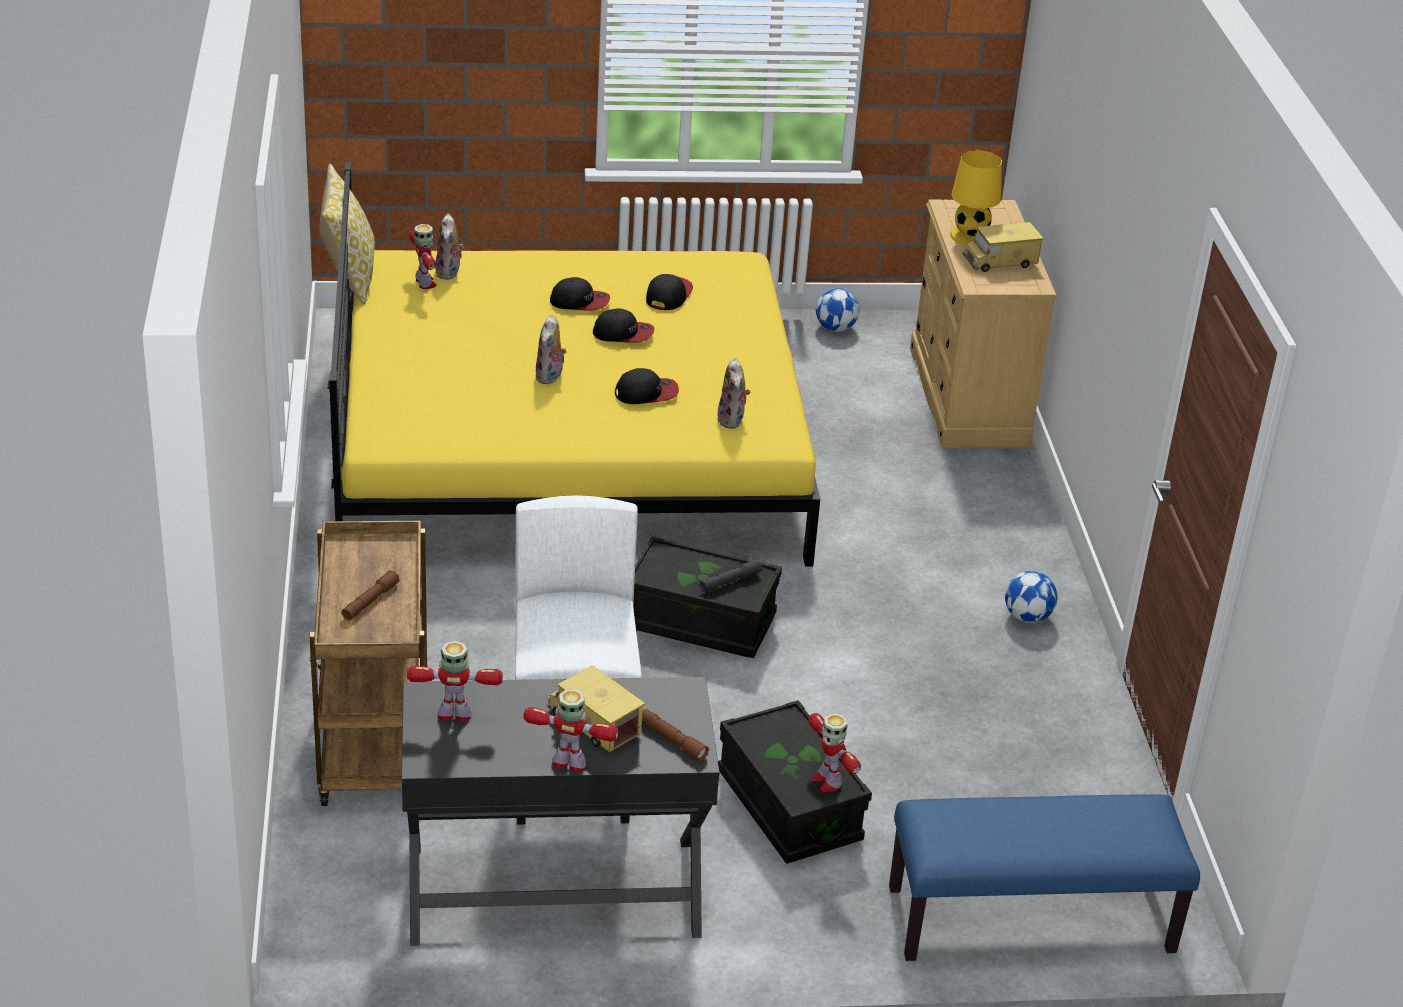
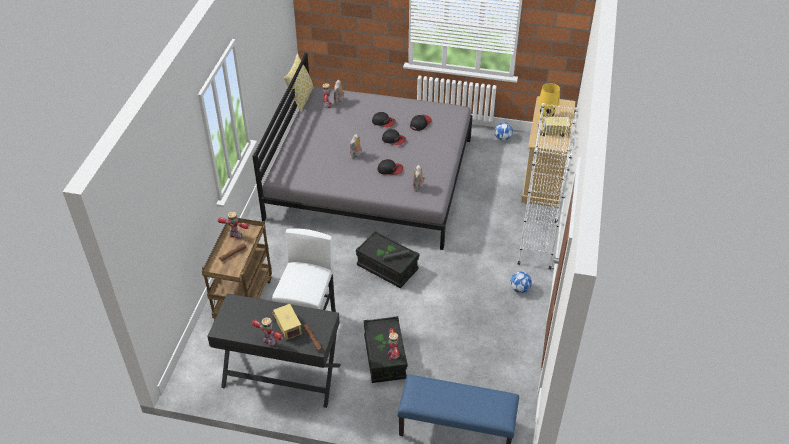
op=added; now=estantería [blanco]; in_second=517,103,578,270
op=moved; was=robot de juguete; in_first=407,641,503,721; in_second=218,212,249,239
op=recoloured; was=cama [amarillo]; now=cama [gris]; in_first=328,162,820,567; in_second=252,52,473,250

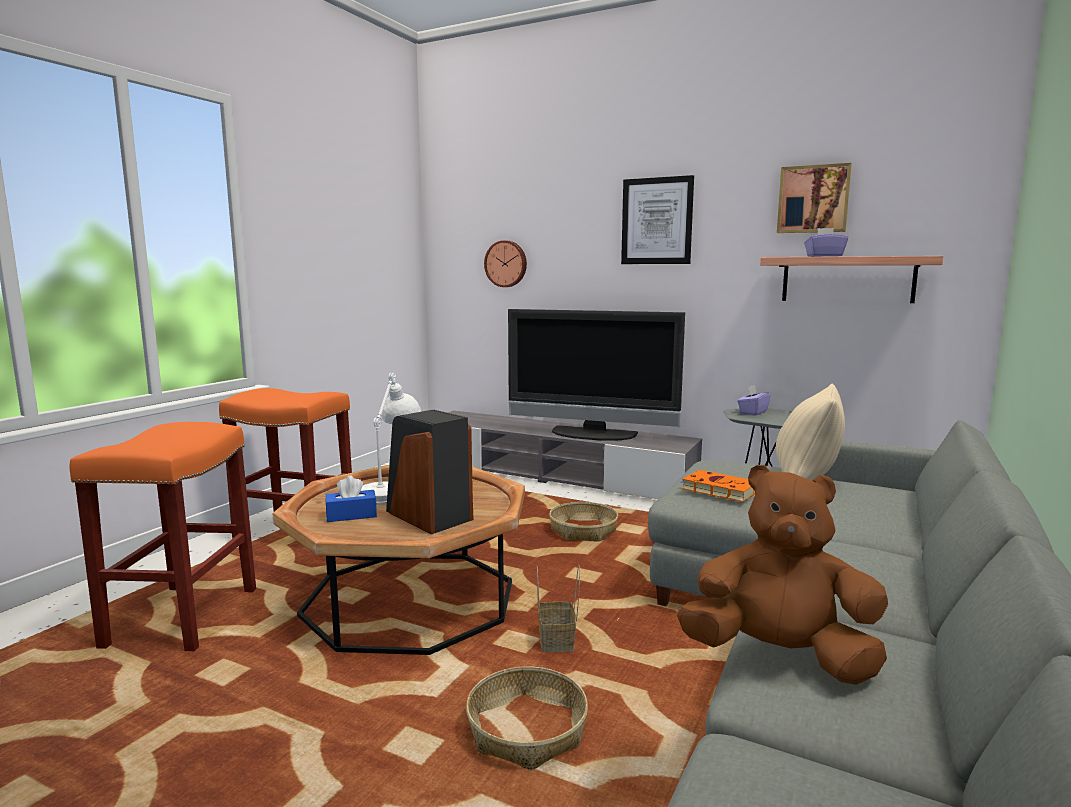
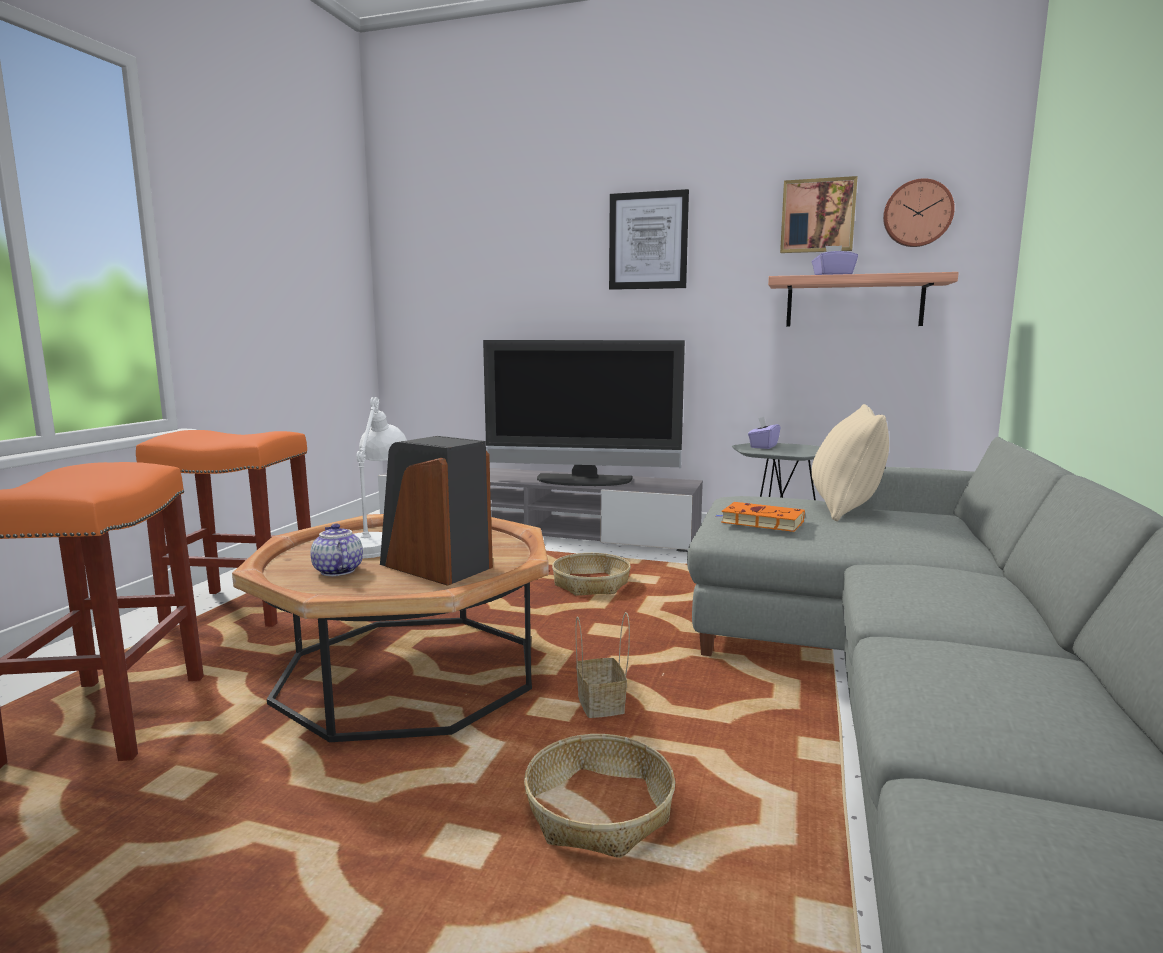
op=removed; was=peluche [marrón]; in_first=677,465,888,685
op=moved; was=reloj de pared; in_first=484,240,527,287; in_second=883,178,955,247
op=replaced; was=caja de pañuelos [azul]; now=tetera; in_first=325,476,377,522; in_second=310,523,363,576

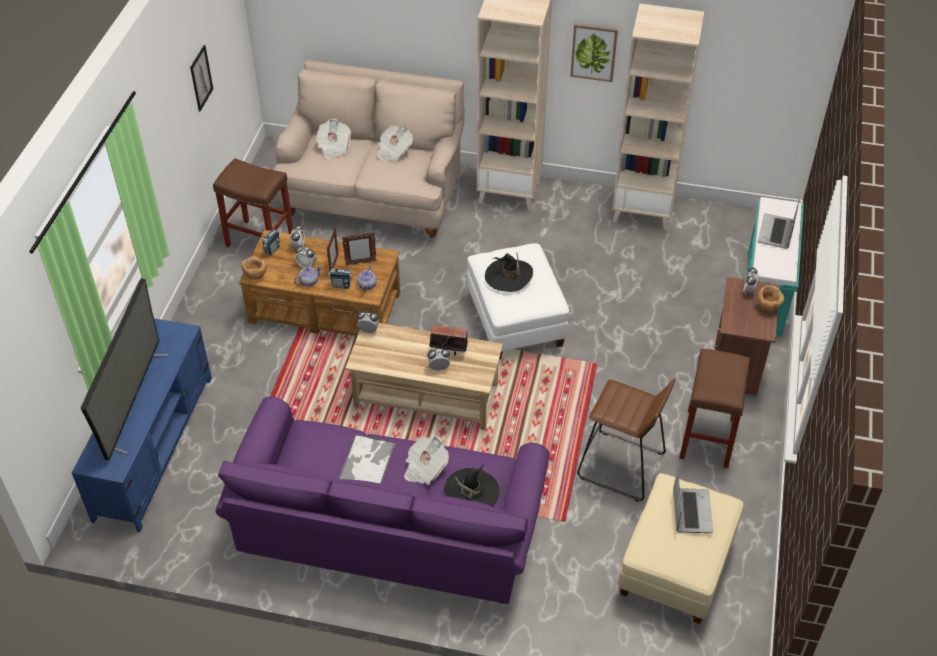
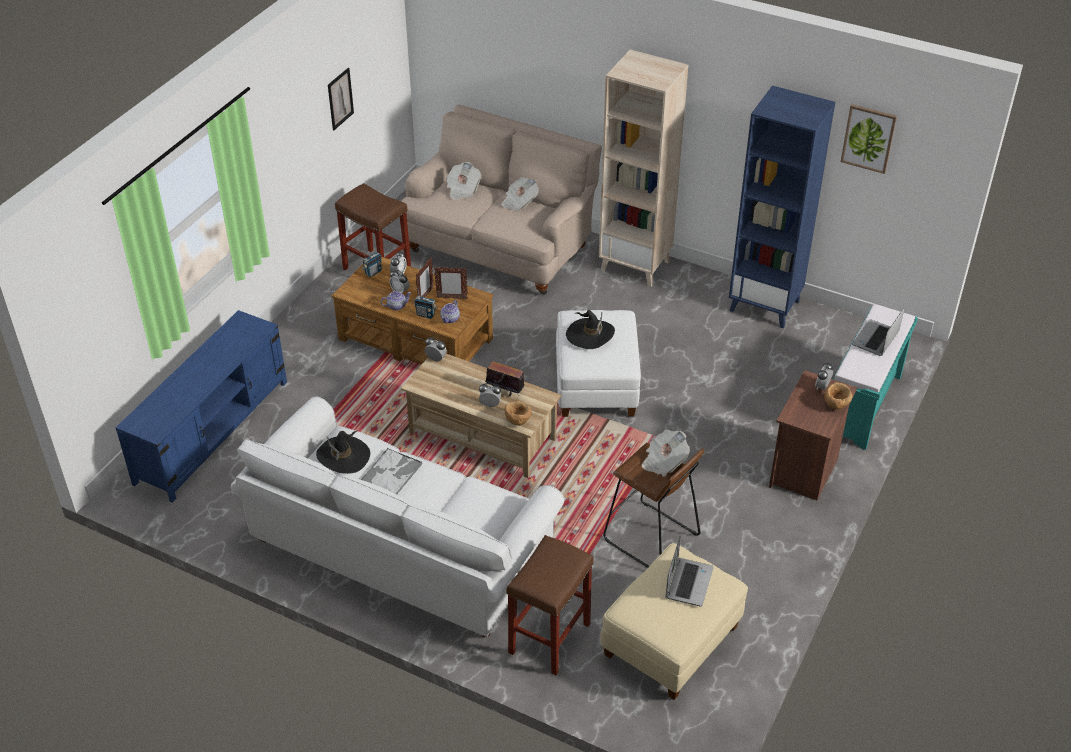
op=removed; was=televisor; in_first=81,279,169,460
op=moved; was=cuenco [marrón]; in_first=241,257,267,279; in_second=505,401,532,426
op=moved; was=periódico; in_first=404,436,449,485; in_second=641,430,690,477
op=moved; was=sombrero [negro]; in_first=444,464,500,507; in_second=316,431,370,474
op=moved; was=cuadro; in_first=570,23,618,82; in_second=841,104,897,174
op=moved; was=taburete [marrón]; in_first=679,349,750,468; in_second=506,535,594,675
op=recoloured; was=sofá [morado]; now=sofá [blanco]; in_first=215,396,550,604; in_second=231,396,565,637
op=recoloured; was=estantería [beis]; now=estantería [azul]; in_first=612,4,704,230; in_second=729,86,835,328

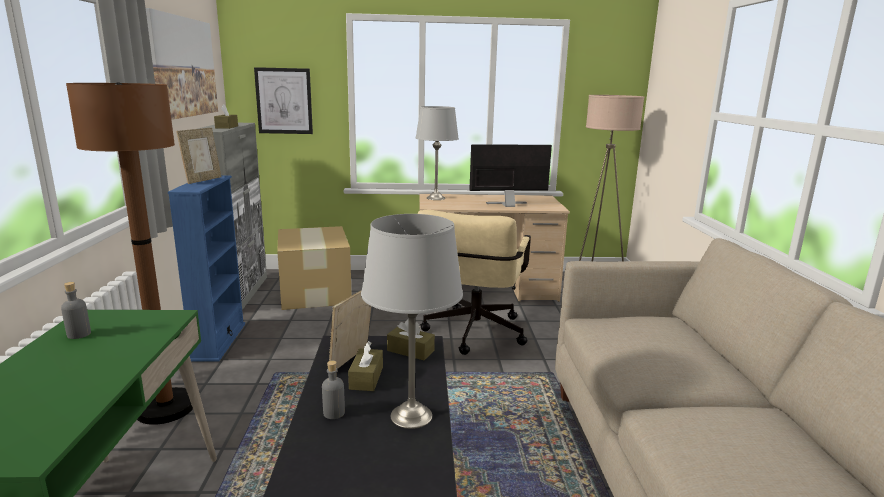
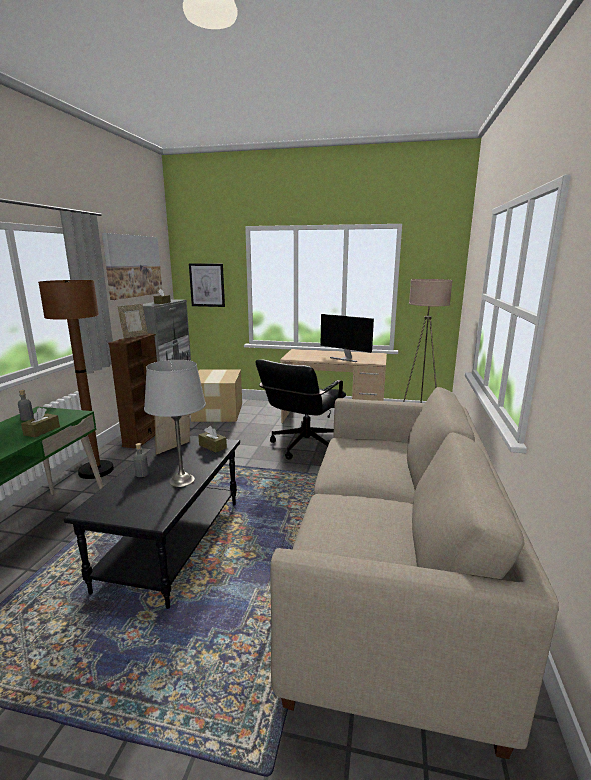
op=removed; was=lámpara de mesa [gris]; in_first=416,106,459,200
op=moved; was=caja de pañuelos [marrón]; in_first=348,341,383,391; in_second=21,407,60,437
op=recoloured; was=estantería [azul]; now=estantería [marrón]; in_first=168,175,245,362; in_second=108,334,157,448
op=recoloured; was=silla de oficina [beis]; now=silla de oficina [negro]; in_first=418,210,531,355; in_second=255,359,346,460
op=turned; was=monitor; in_first=469,144,552,207; in_second=321,314,374,362; clockwise=-150

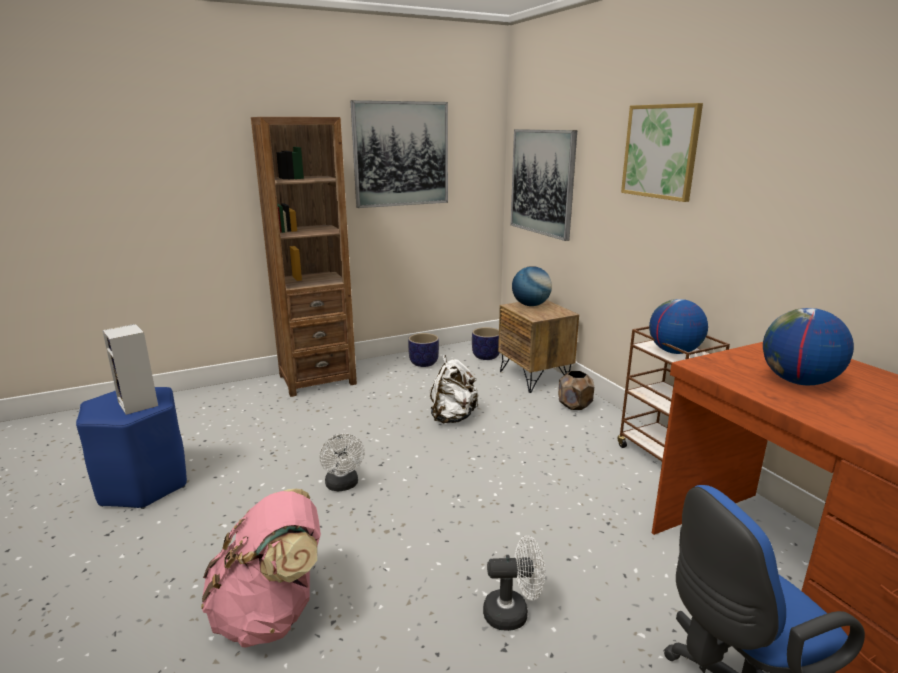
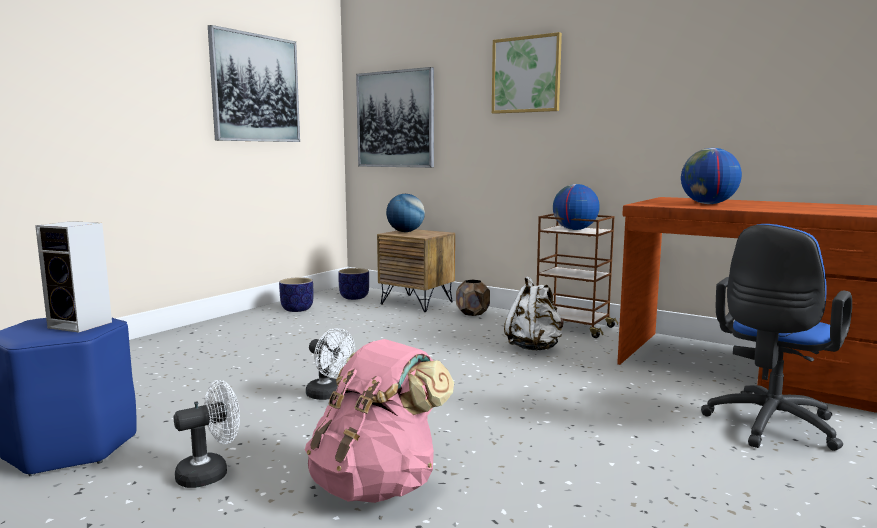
op=removed; was=estantería [marrón]; in_first=251,117,357,397
op=moved; was=mochila [blanco]; in_first=430,355,478,423; in_second=504,276,564,350
op=moved; was=ventilador [blanco]; in_first=483,536,545,631; in_second=174,380,240,488

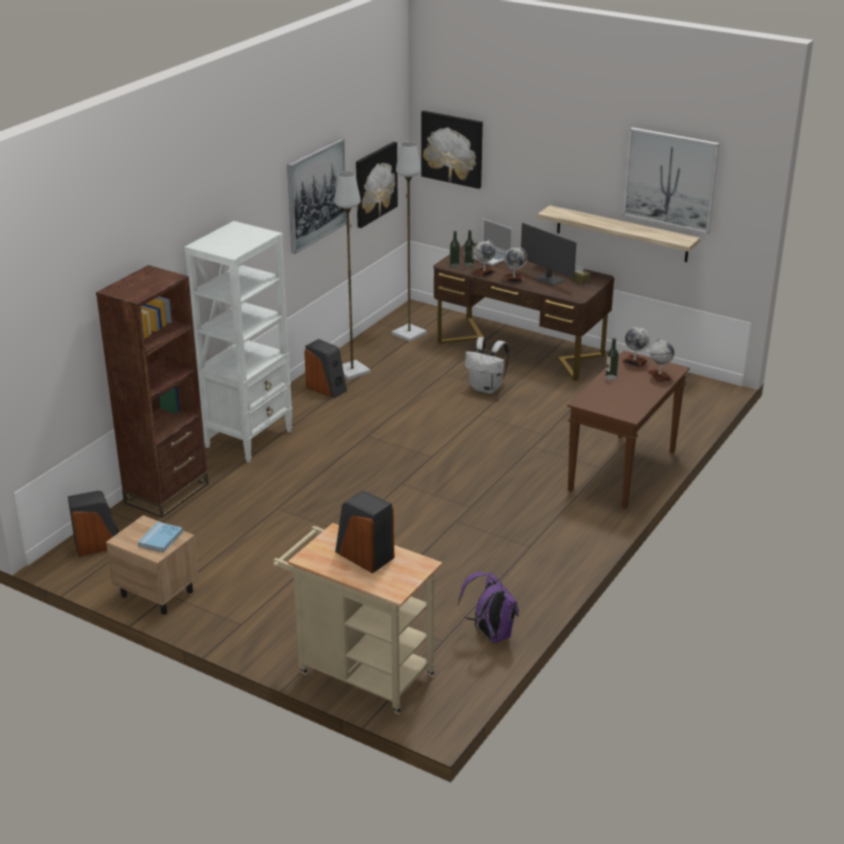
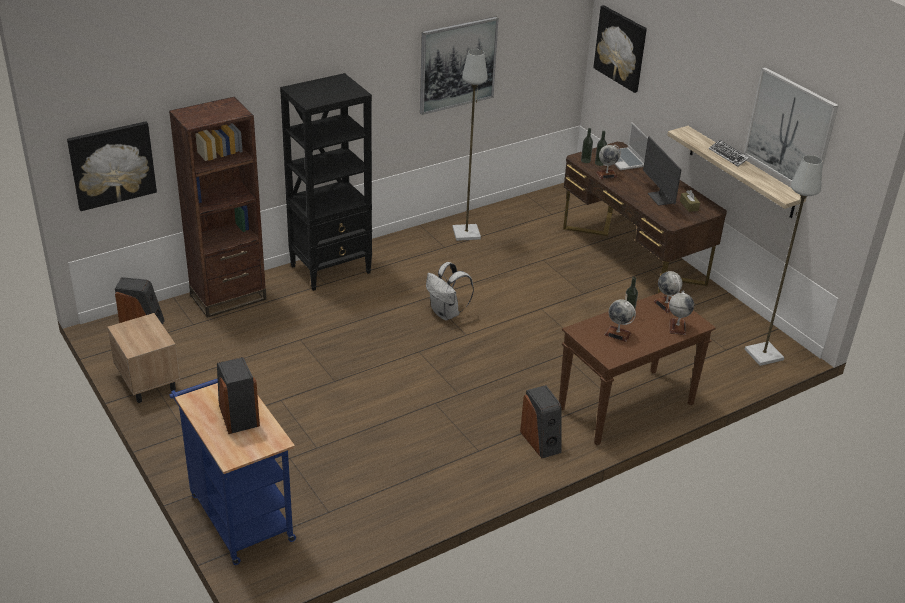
op=removed; was=libro [azul]; in_first=138,522,183,553
op=removed; was=mochila [morado]; in_first=458,572,519,643
op=added; now=teclado; in_second=709,140,749,167
op=moved; was=altavoz; in_first=304,339,347,398; in_second=520,385,562,458
op=moved; was=cuadro; in_first=356,142,398,228; in_second=67,121,157,211
op=moved; was=lámpara de pie [gris]; in_first=392,142,427,342; in_second=745,155,823,366
op=moved; was=mochila [blanco]; in_first=465,337,509,394; in_second=426,262,474,320
op=moved; was=globo terráqueo; in_first=504,247,527,282; in_second=605,299,636,342
op=recoloured; was=estantería [blanco]; now=estantería [negro]; in_first=184,221,292,462; in_second=280,73,372,291
op=recoloured; was=carrito [beis]; now=carrito [azul]; in_first=273,523,442,715; in_second=169,378,296,565

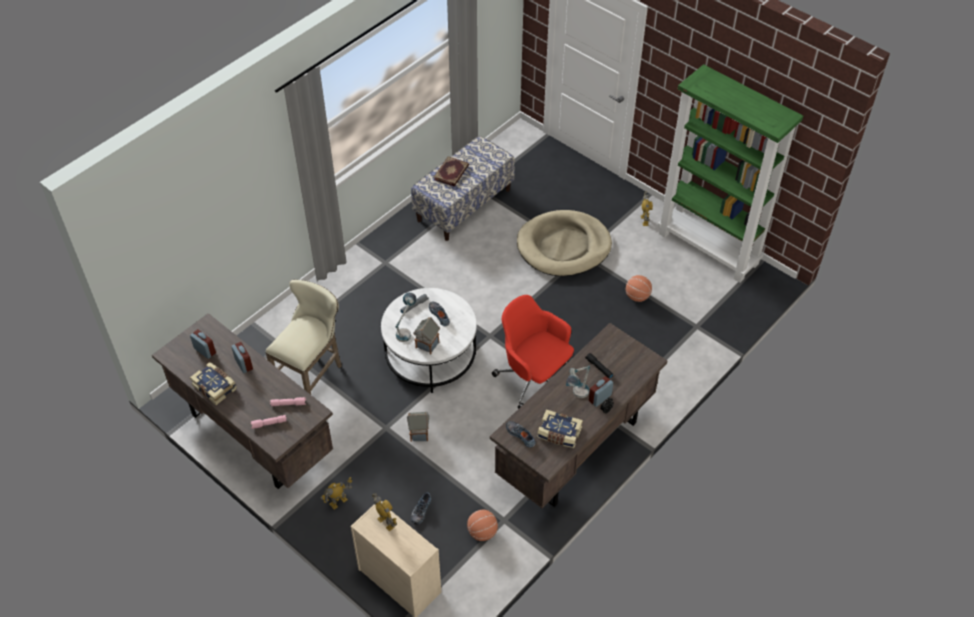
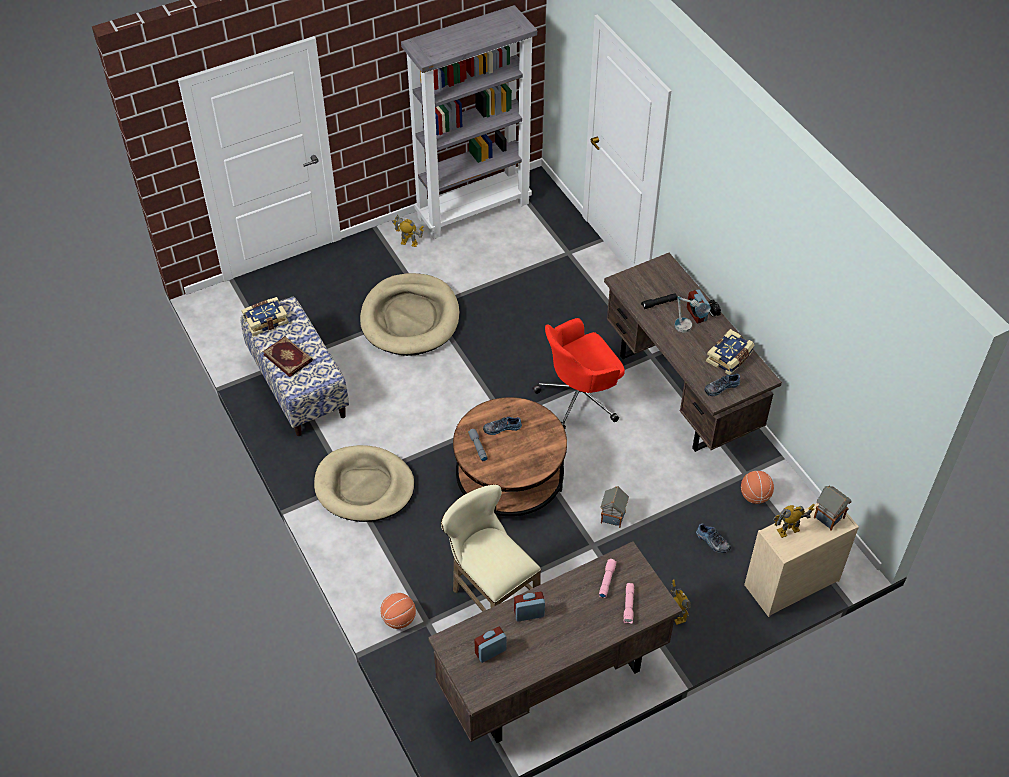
op=removed; was=lámpara de mesa; in_first=395,292,417,342
op=added; now=cama para perro [beis]; in_second=314,445,414,522
op=moved; was=libro; in_first=190,362,237,405; in_second=241,297,289,336
op=moved; was=casita; in_first=413,317,440,354; in_second=814,486,851,531
op=moved; was=balón de baloncesto; in_first=626,275,652,302; in_second=380,593,416,629
op=recoloured; was=mesa de centro [blanco]; now=mesa de centro [marrón]; in_first=381,288,477,393; in_second=453,397,567,516
op=recoloured; was=estantería [verde]; now=estantería [gris]; in_first=658,64,803,283; in_second=401,5,537,239

